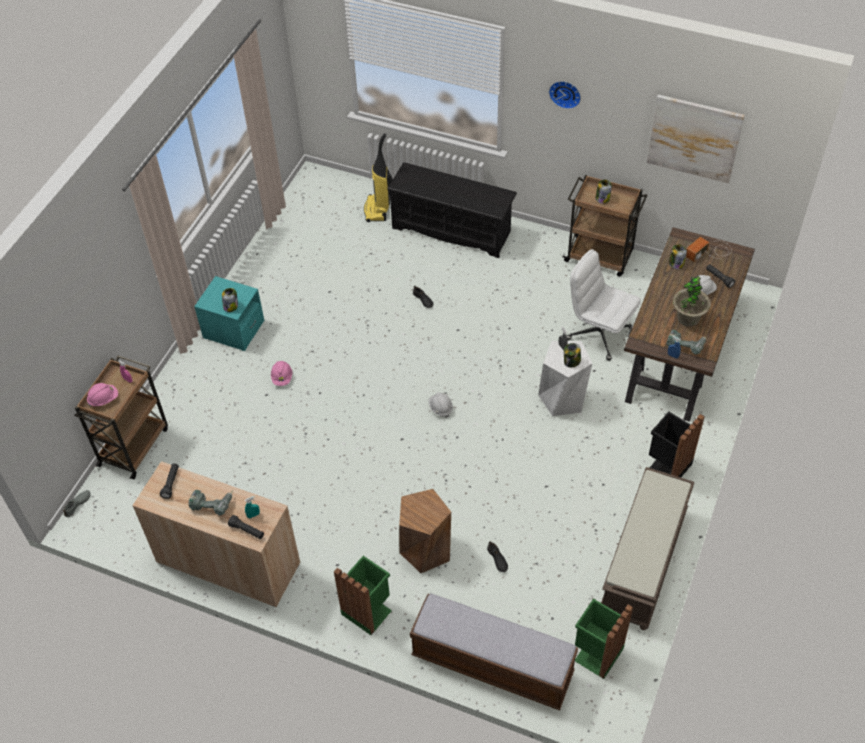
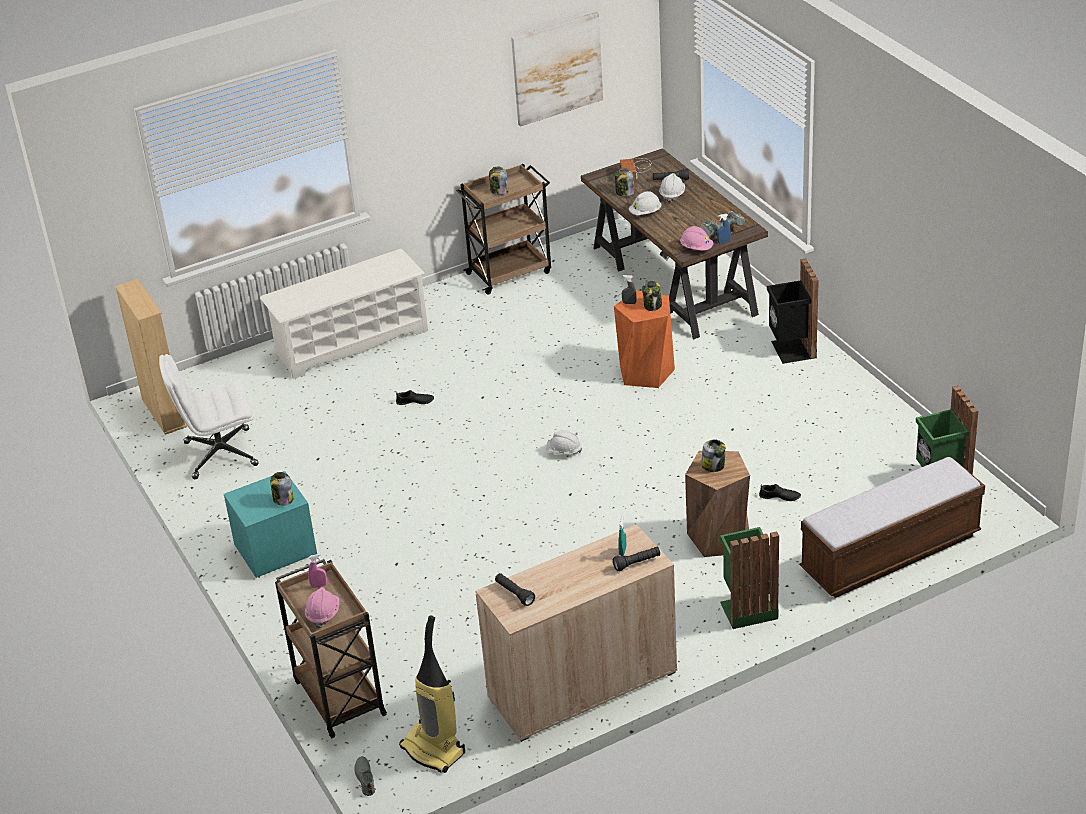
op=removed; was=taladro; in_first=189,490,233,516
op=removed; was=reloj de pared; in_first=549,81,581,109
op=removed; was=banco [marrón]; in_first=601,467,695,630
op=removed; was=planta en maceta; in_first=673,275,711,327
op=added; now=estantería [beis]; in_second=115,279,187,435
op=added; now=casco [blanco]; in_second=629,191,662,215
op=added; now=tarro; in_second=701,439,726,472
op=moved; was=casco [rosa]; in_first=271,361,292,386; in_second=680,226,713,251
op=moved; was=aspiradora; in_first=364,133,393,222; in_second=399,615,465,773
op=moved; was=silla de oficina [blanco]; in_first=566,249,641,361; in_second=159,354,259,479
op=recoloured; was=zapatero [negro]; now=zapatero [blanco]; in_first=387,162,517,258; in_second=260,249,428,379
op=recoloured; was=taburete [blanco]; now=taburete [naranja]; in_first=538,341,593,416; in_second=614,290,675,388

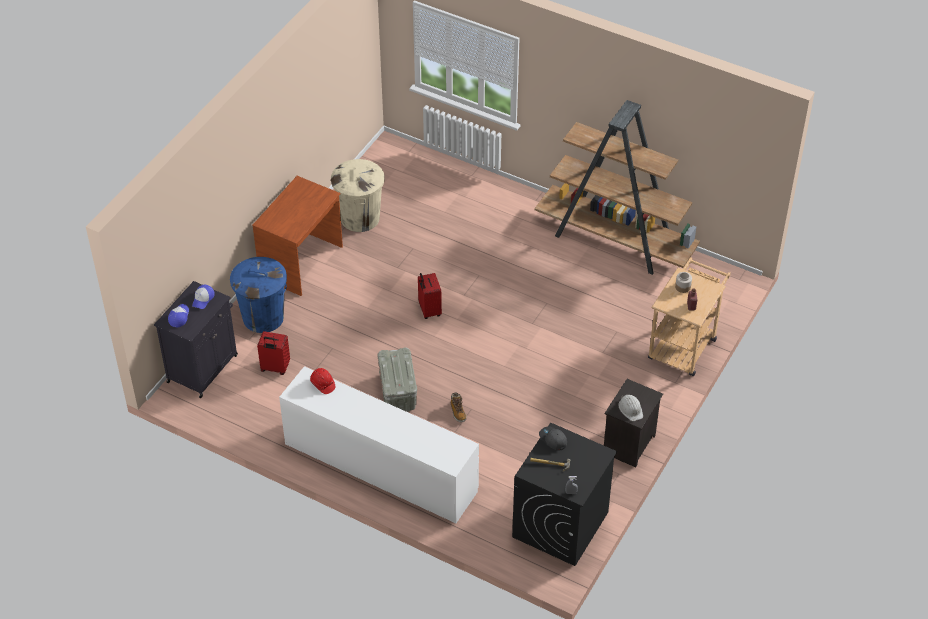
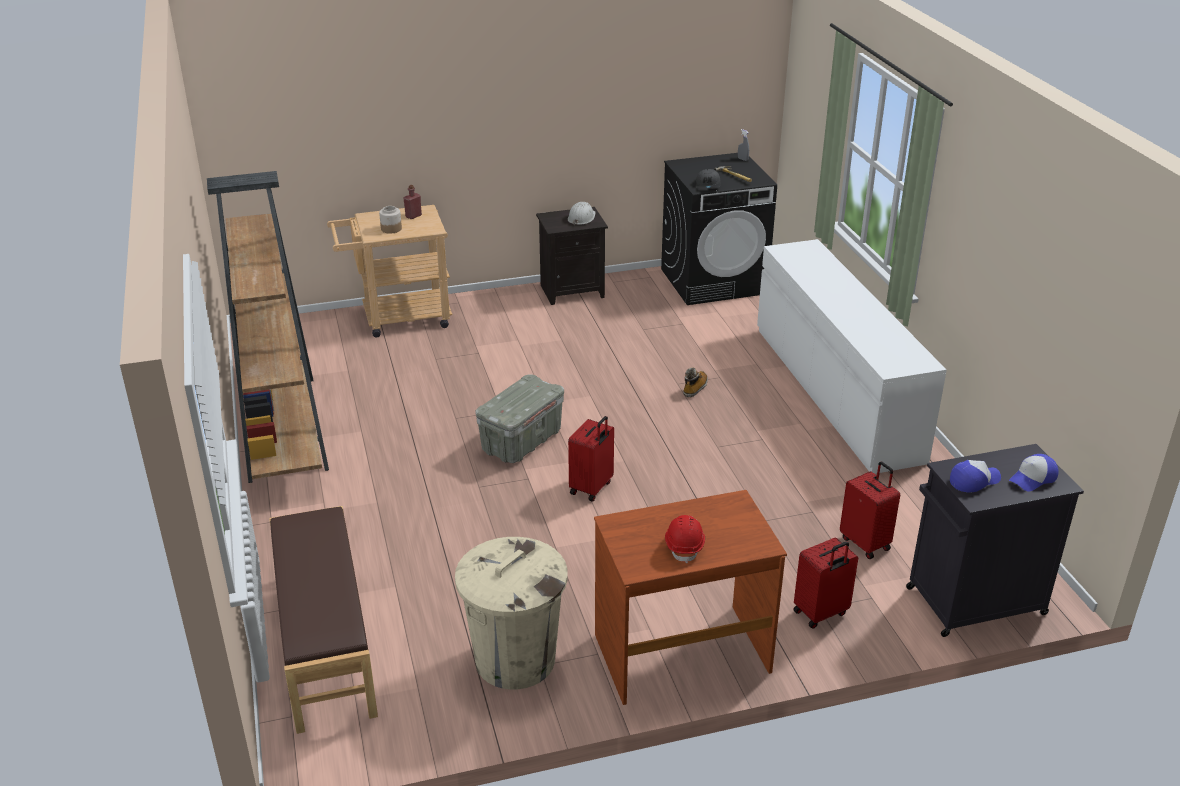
op=added; now=banco [marrón]; in_second=269,506,378,734
op=moved; was=casco [rojo]; in_first=310,368,335,394; in_second=665,515,705,564
op=moved; was=caja de almacenaje [gris]; in_first=378,348,417,412; in_second=475,374,564,463
op=replaced; was=papelera [azul]; now=maleta [rojo]; in_first=230,257,287,333; in_second=793,538,858,629

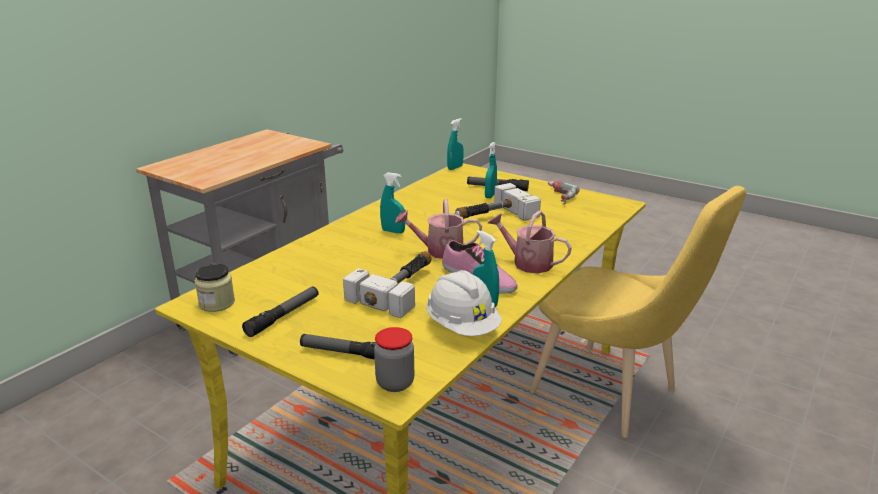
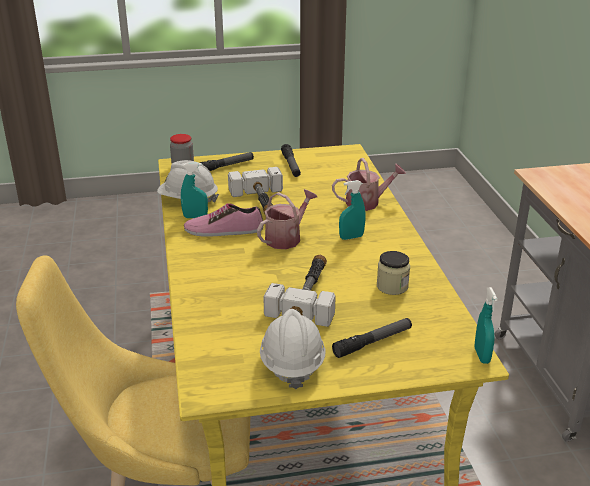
op=removed; was=pulverizador [turquesa]; in_first=485,142,497,198
op=moved; was=tarro; in_first=195,264,235,312; in_second=377,251,410,295
op=moved; was=regadera; in_first=488,211,572,273; in_second=332,158,406,211
op=replaced; was=taladro; now=casco [blanco]; in_first=548,181,580,204; in_second=260,309,326,389

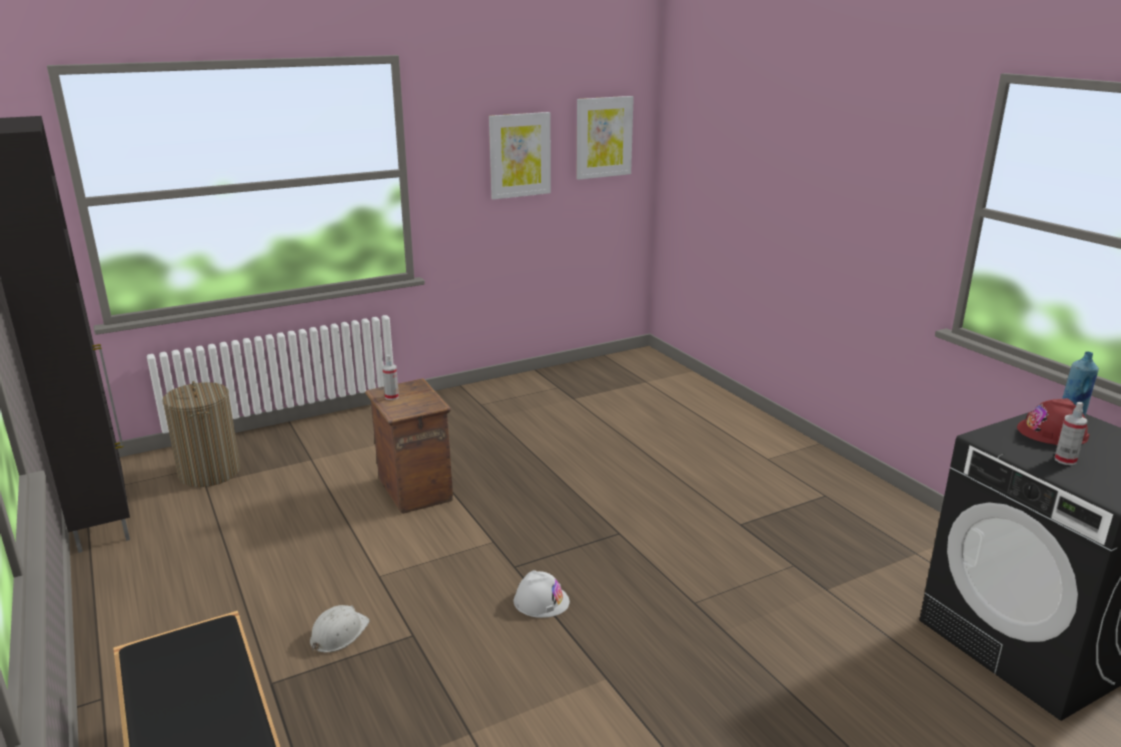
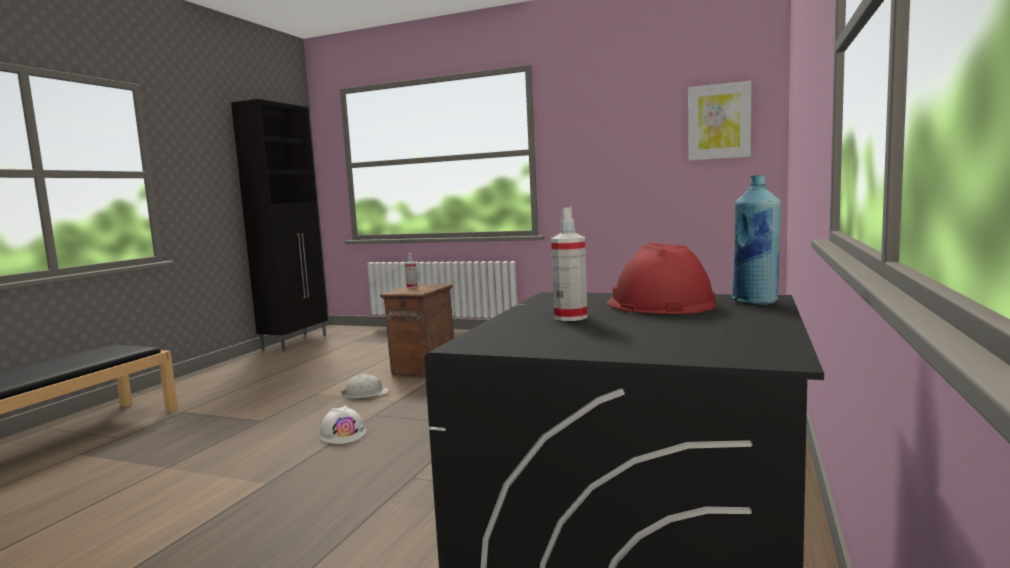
op=removed; was=cesto de la ropa; in_first=162,381,240,487
op=removed; was=cuadro; in_first=489,112,551,200
op=moved; was=casco [blanco]; in_first=310,605,370,652; in_second=341,374,389,398

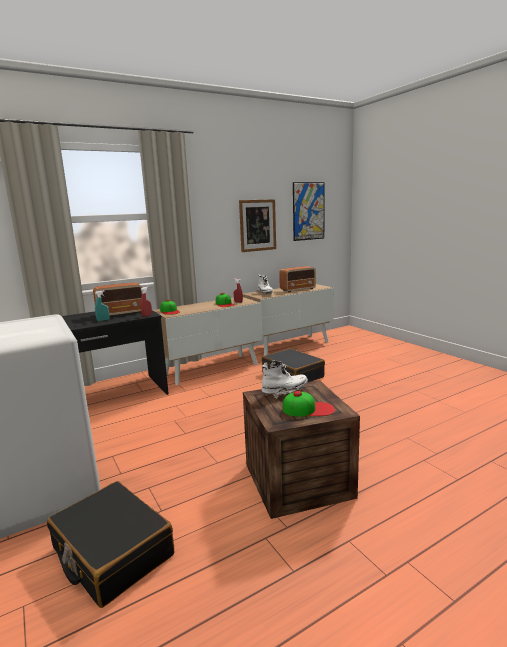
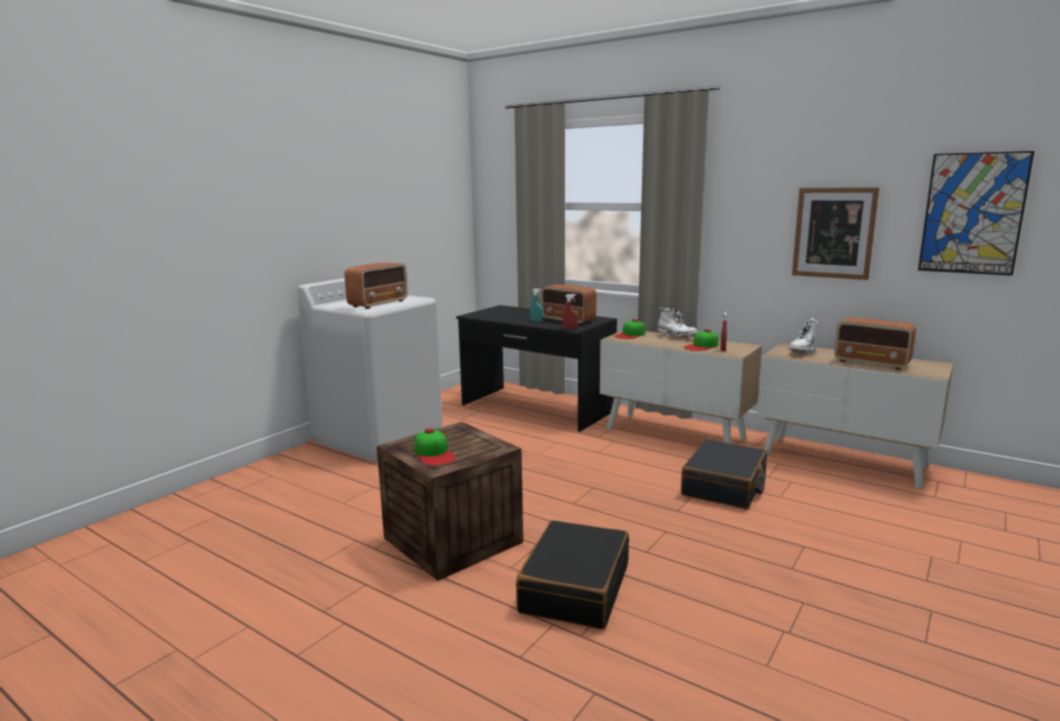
op=added; now=radio; in_second=344,262,408,309
op=moved; was=maleta [negro]; in_first=47,481,174,608; in_second=516,520,629,629
op=moved; was=bota [blanco]; in_first=262,360,308,399; in_second=658,308,698,338

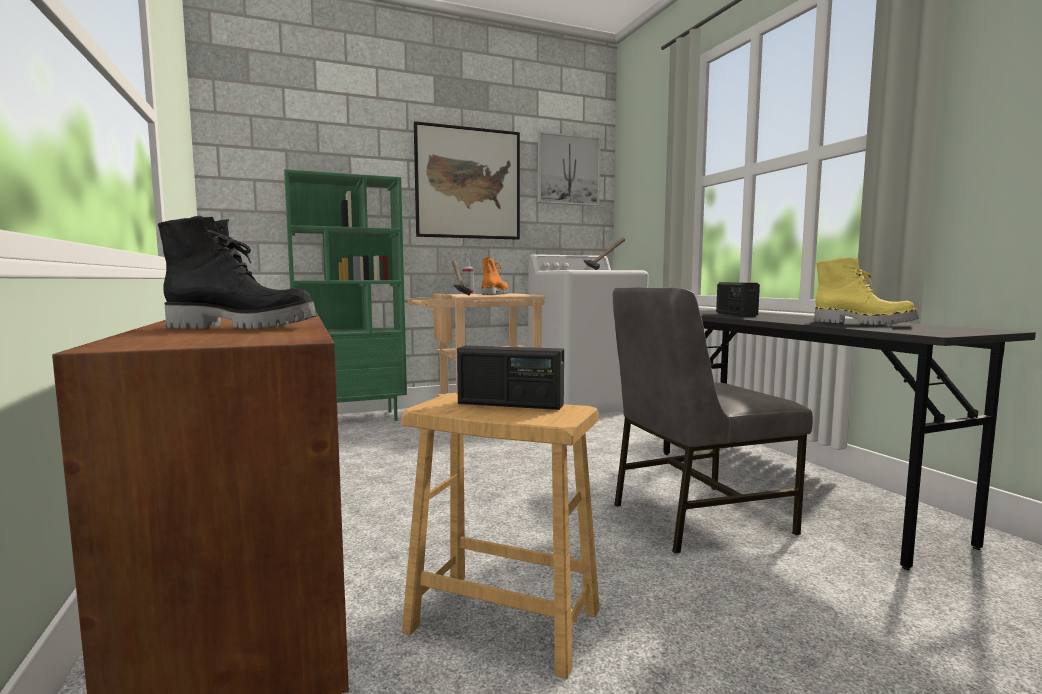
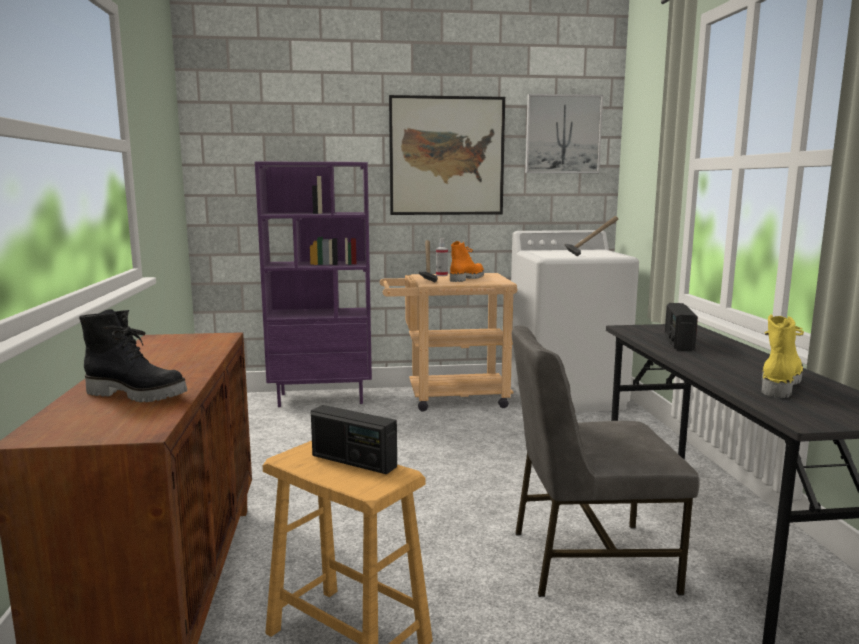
op=recoloured; was=estantería [verde]; now=estantería [morado]; in_first=284,169,407,421; in_second=255,162,372,407
op=turned; was=bota [amarillo]; in_first=814,257,919,325; in_second=762,314,804,398; clockwise=-120

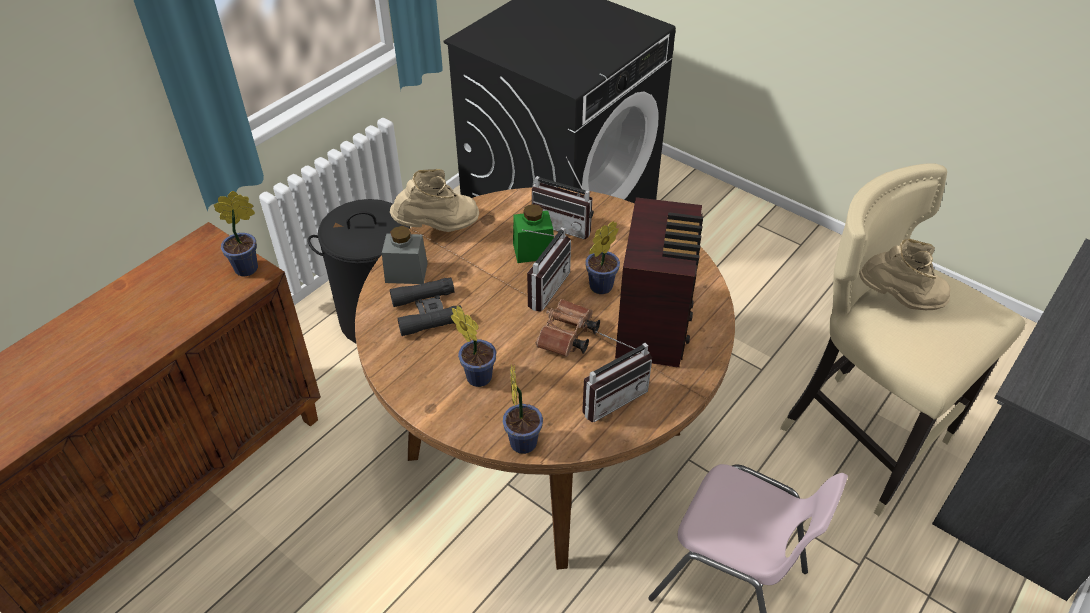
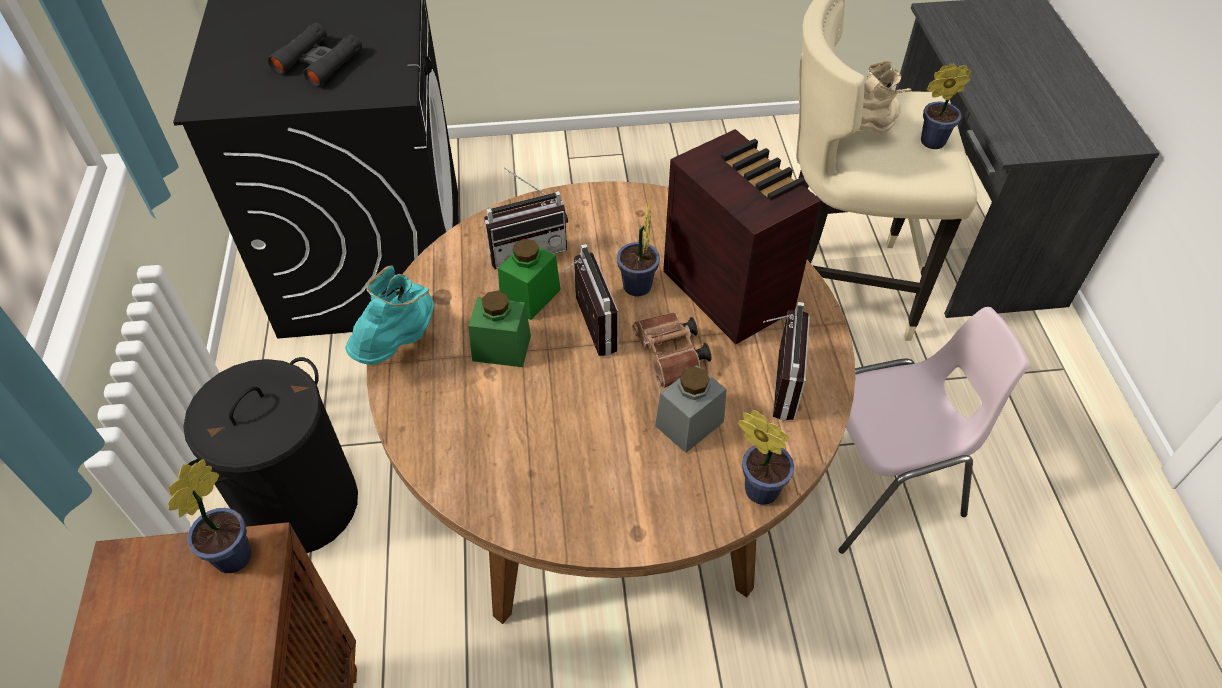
op=added; now=tarro [verde]; in_second=468,291,531,367
op=moved; was=tarro [gris]; in_first=382,226,428,284; in_second=655,365,727,453
op=moved; was=prismáticos [negro]; in_first=390,277,462,336; in_second=268,23,362,87
op=moved; was=planta en maceta; in_first=451,305,496,387; in_second=921,63,971,149
op=recoloured; was=bota [beis]; now=bota [turquesa]; in_first=390,169,479,232; in_second=345,265,434,365

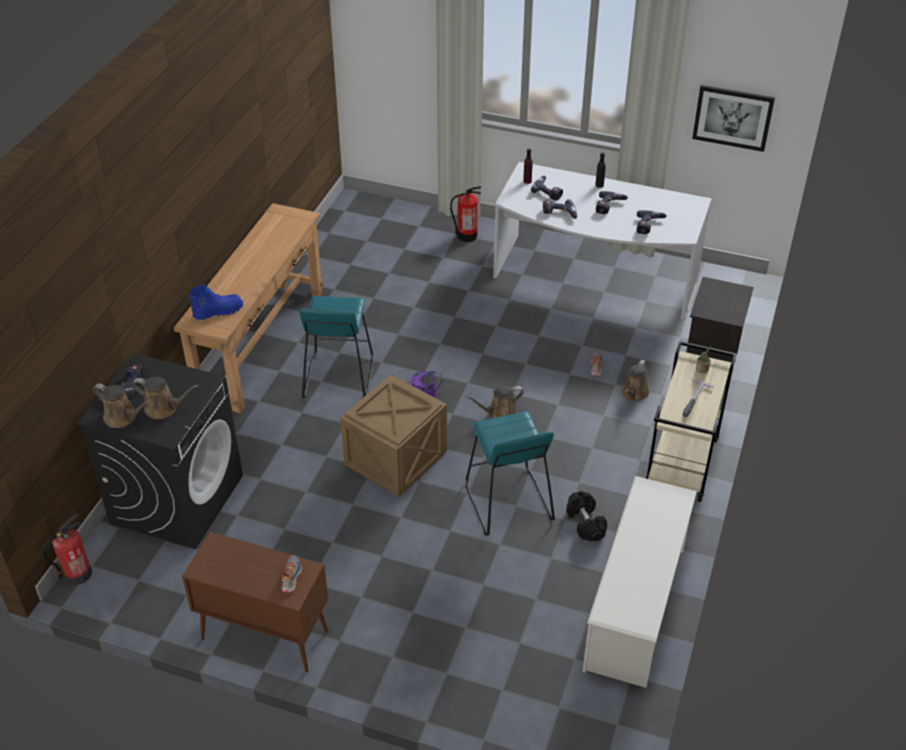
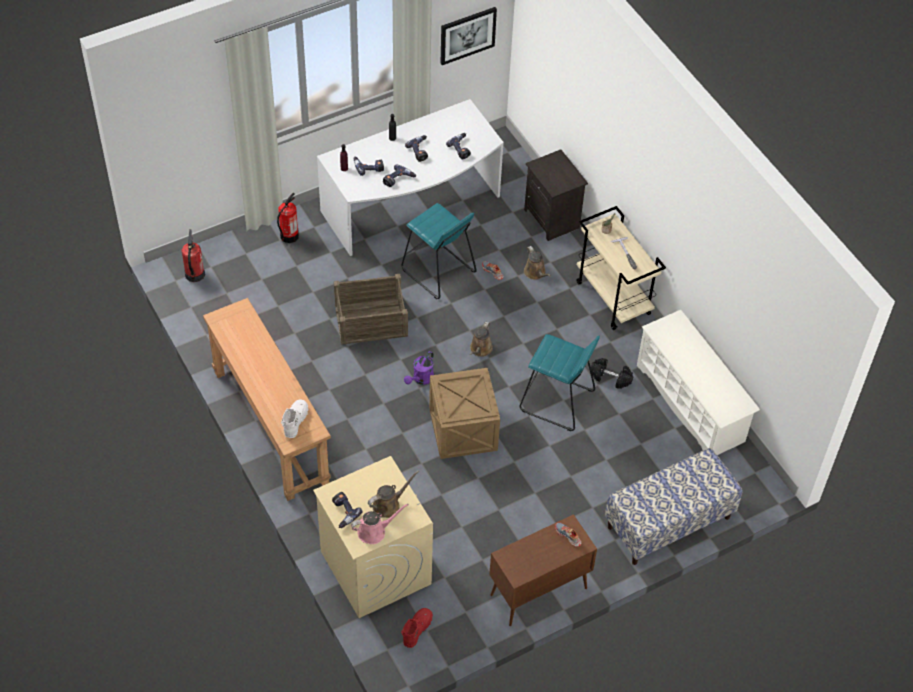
op=added; now=caja de embalaje; in_second=334,274,408,345
op=added; now=bota [rojo]; in_second=401,608,433,648
op=added; now=banco; in_second=605,448,743,565
op=moved; was=extintor; in_first=42,514,92,585; in_second=181,229,205,282
op=moved; was=taburete [turquesa]; in_first=299,296,374,398; in_second=401,203,477,299
op=recoloured; was=lavadora [negro]; now=lavadora [beis]; in_first=77,353,243,549; in_second=313,456,433,618
op=recoloured; was=regadera [marrón]; now=regadera [rosa]; in_first=93,384,151,428; in_second=351,503,409,544
op=recoloured; was=bota [azul]; now=bota [blanco]; in_first=189,284,243,320; in_second=281,400,308,438

